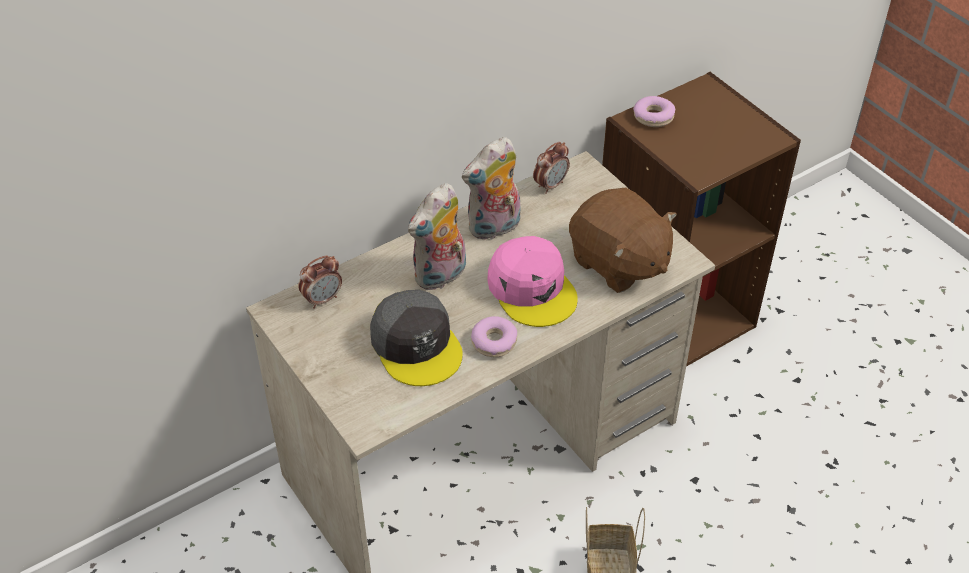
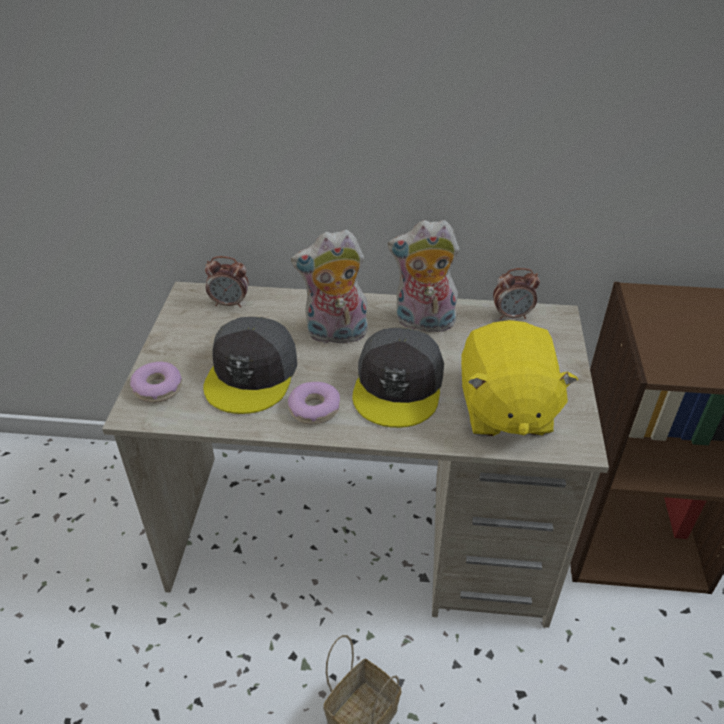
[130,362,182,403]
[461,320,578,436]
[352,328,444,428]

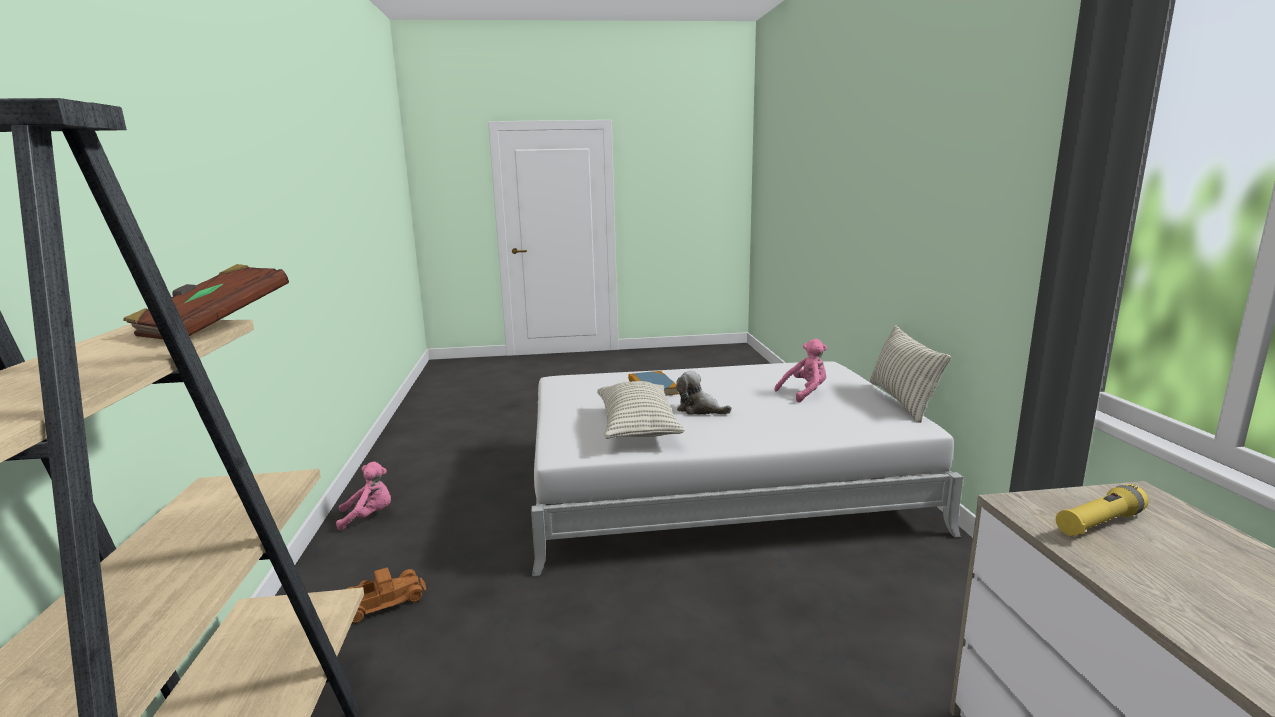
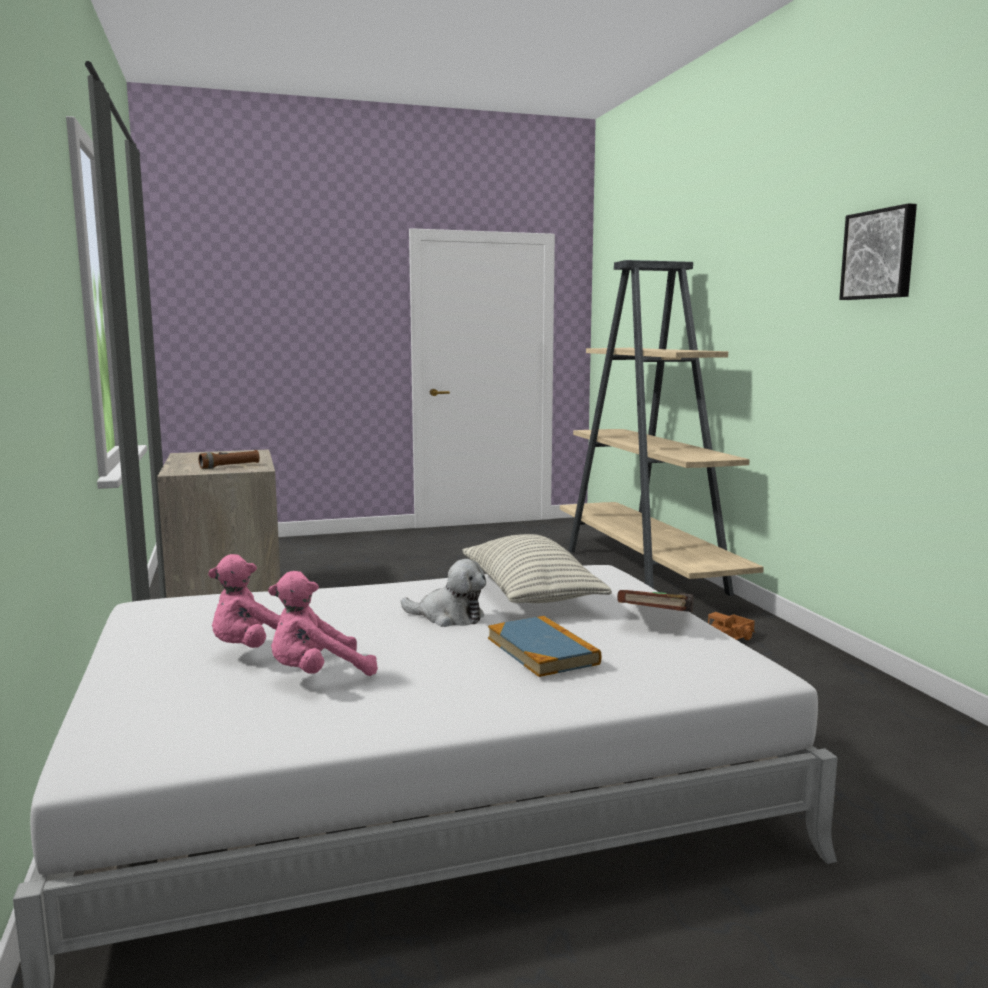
[617,590,694,612]
[870,325,951,423] (first image)
[268,571,378,676]
[199,450,260,469]
[839,203,917,300]

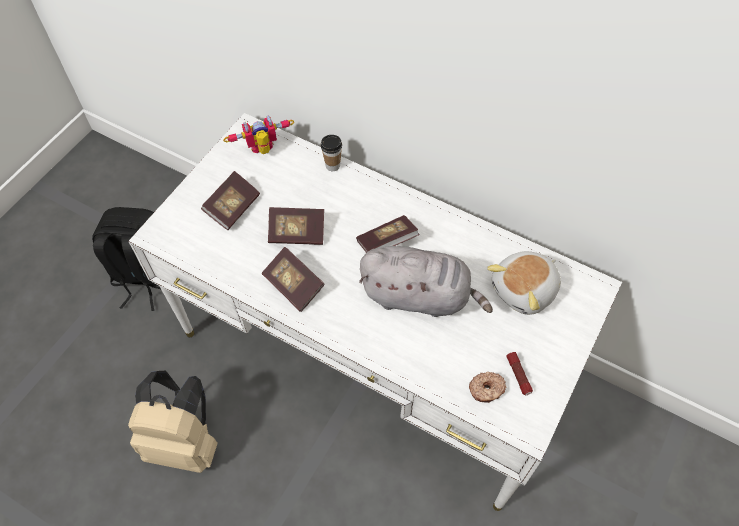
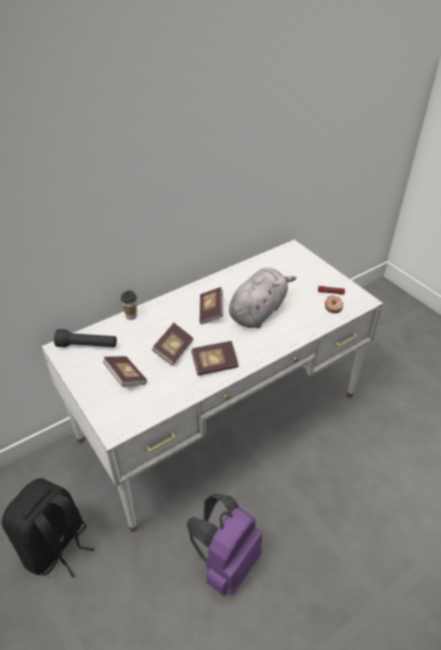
[54,329,117,347]
[487,251,561,315] (first image)
[187,493,262,596]

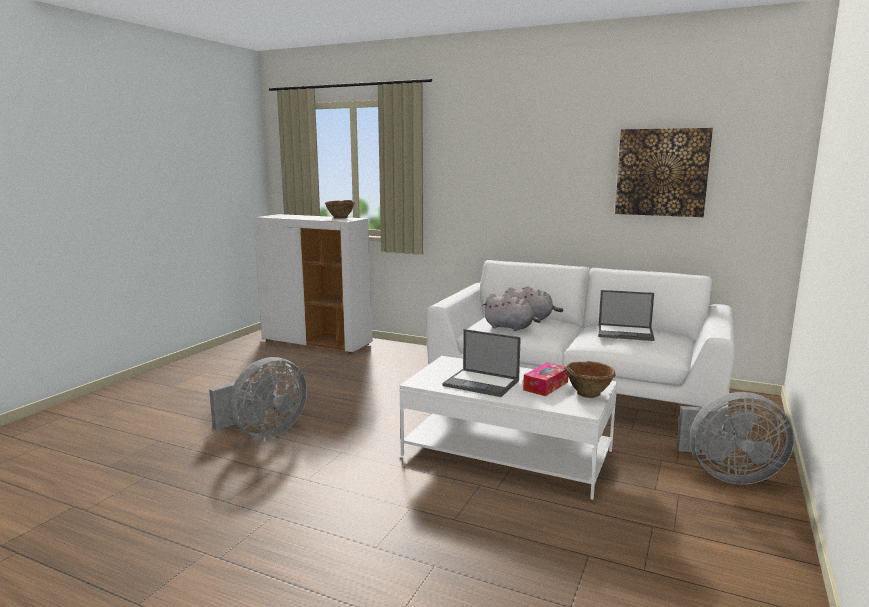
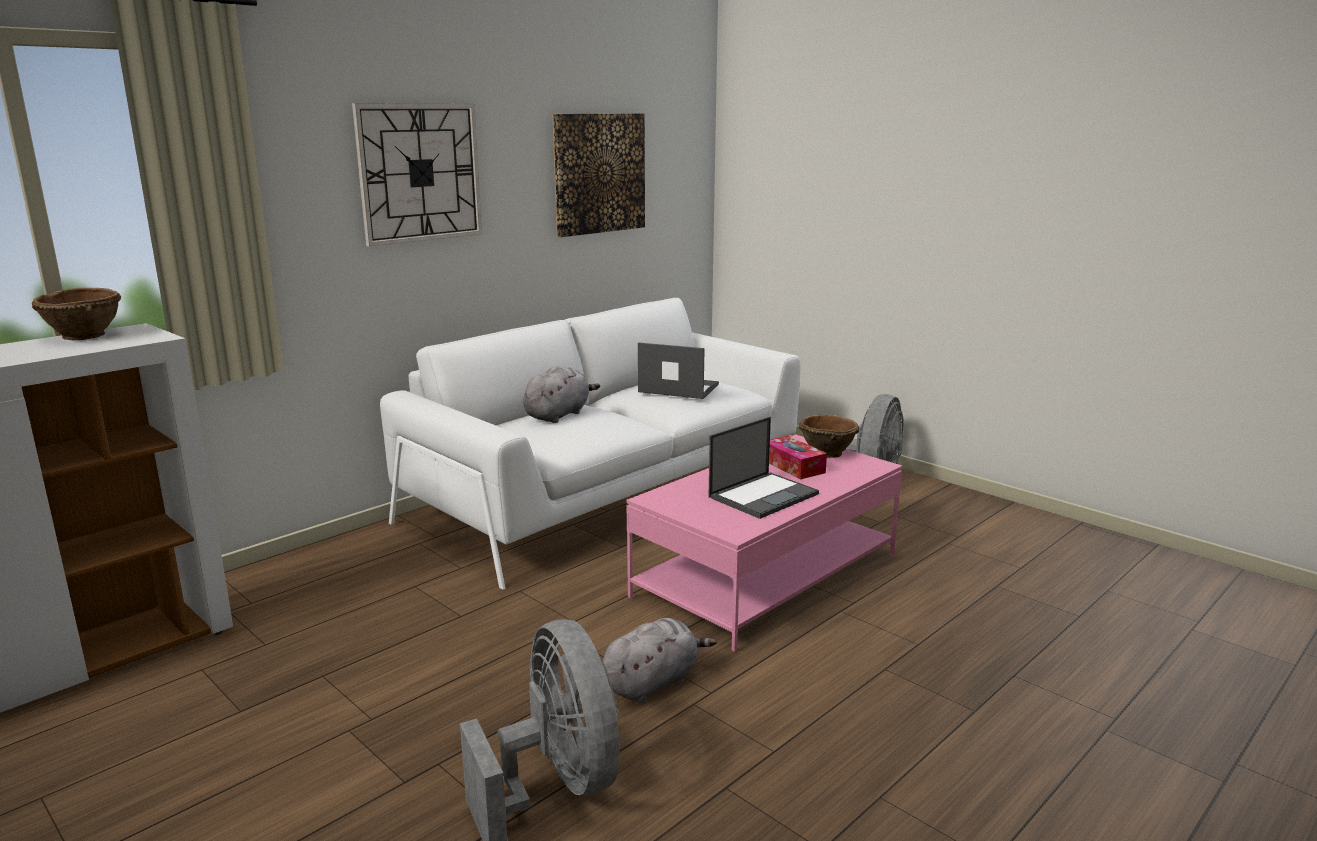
[638,342,719,399]
[603,618,717,703]
[626,434,903,652]
[352,103,482,247]

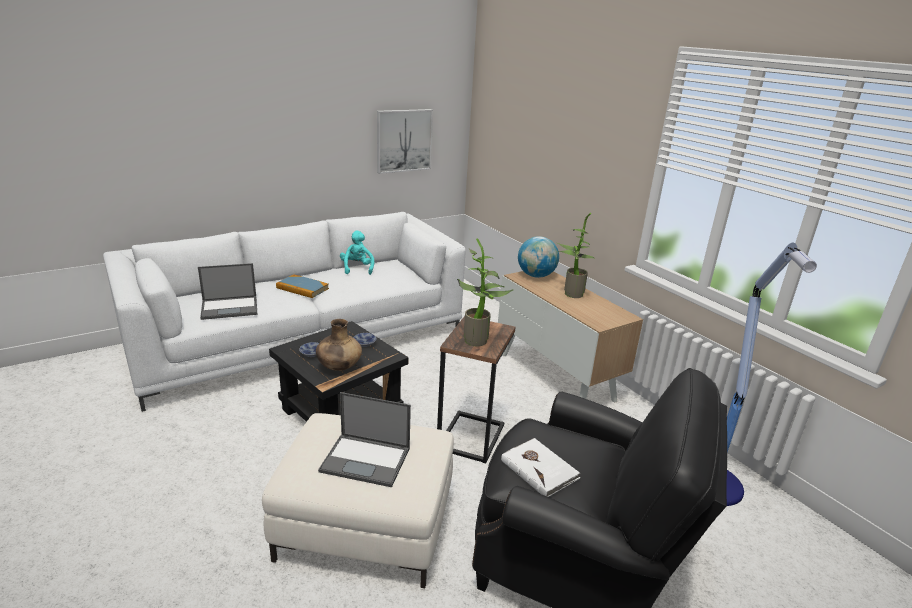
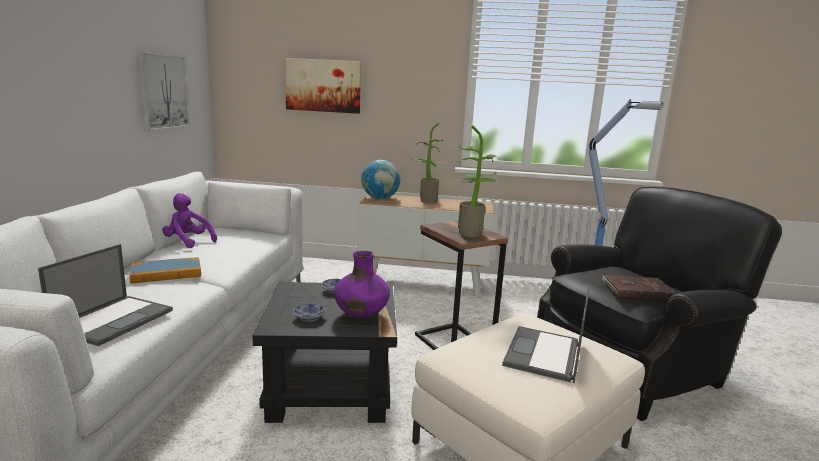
[162,193,217,248]
[334,251,390,317]
[502,288,590,383]
[602,275,676,300]
[285,58,361,114]

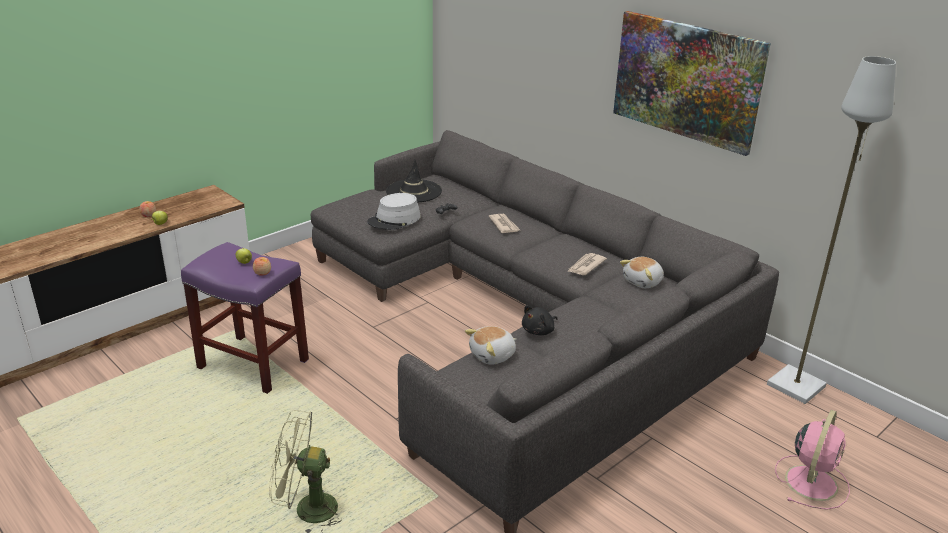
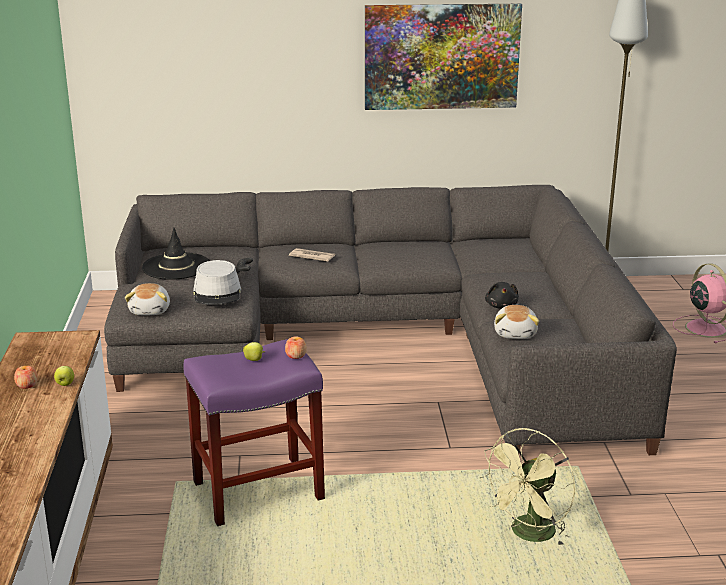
[567,253,607,275] (first image)
[125,283,170,315]

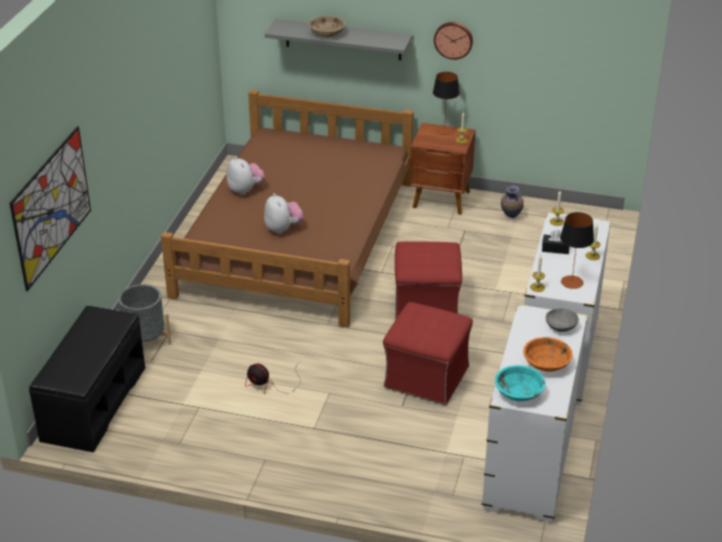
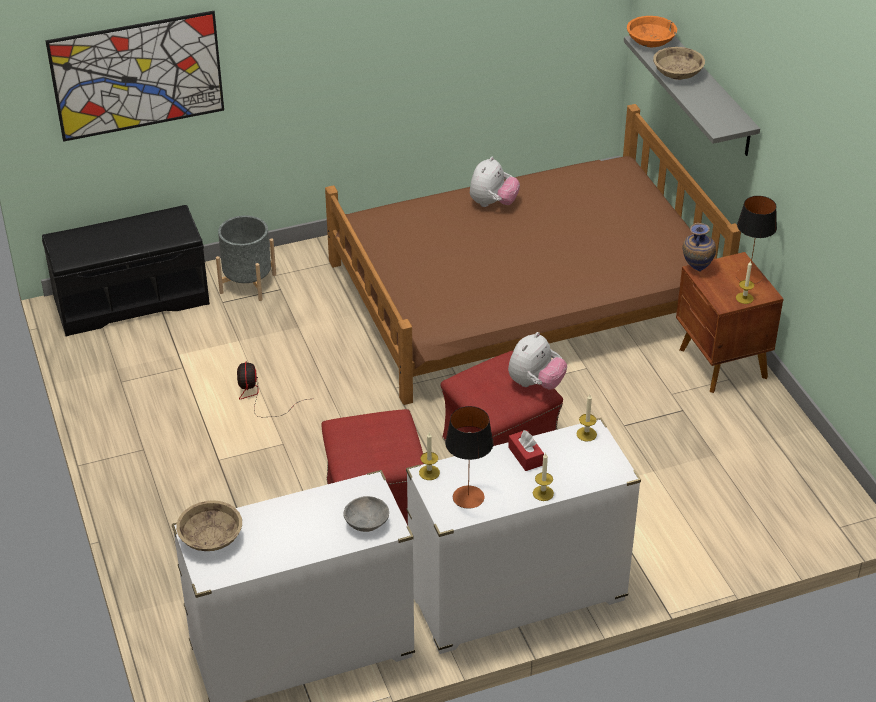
[434,22,473,60] (first image)
[683,223,716,272]
[508,332,567,389]
[508,430,544,471]
[627,16,677,47]
[176,500,242,551]

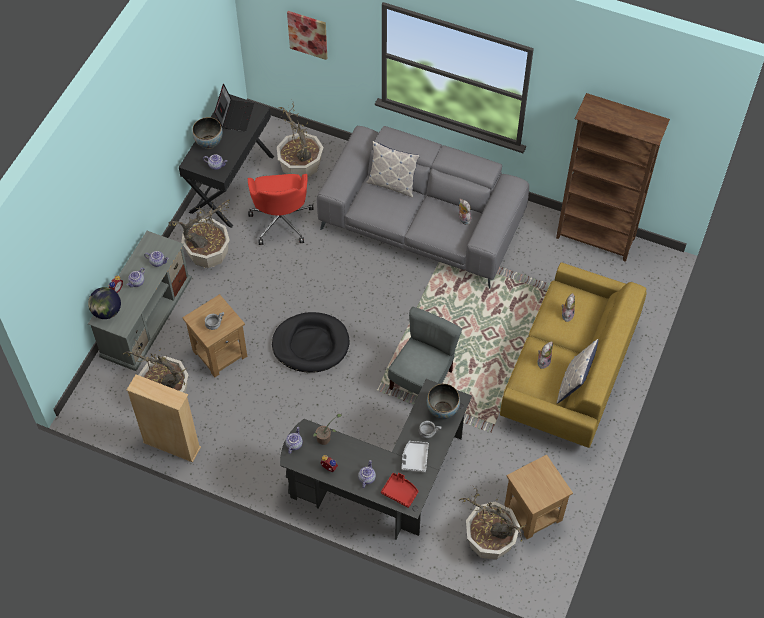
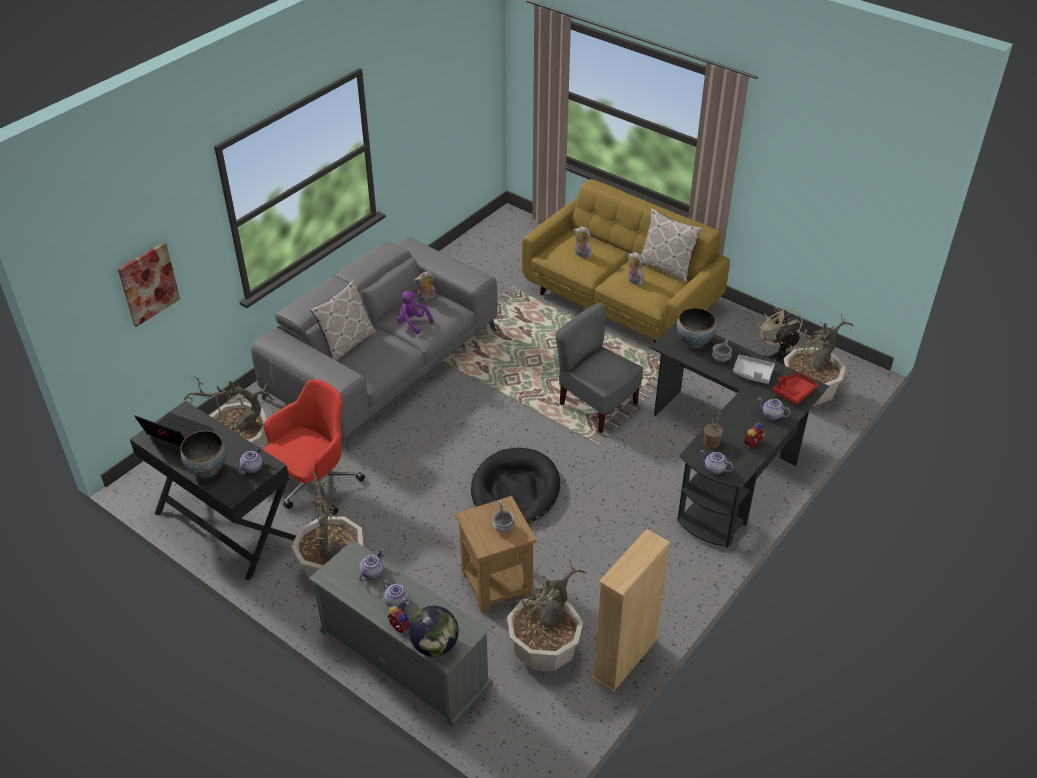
[556,93,670,262] (first image)
[263,379,365,515]
[758,305,802,365]
[397,291,434,334]

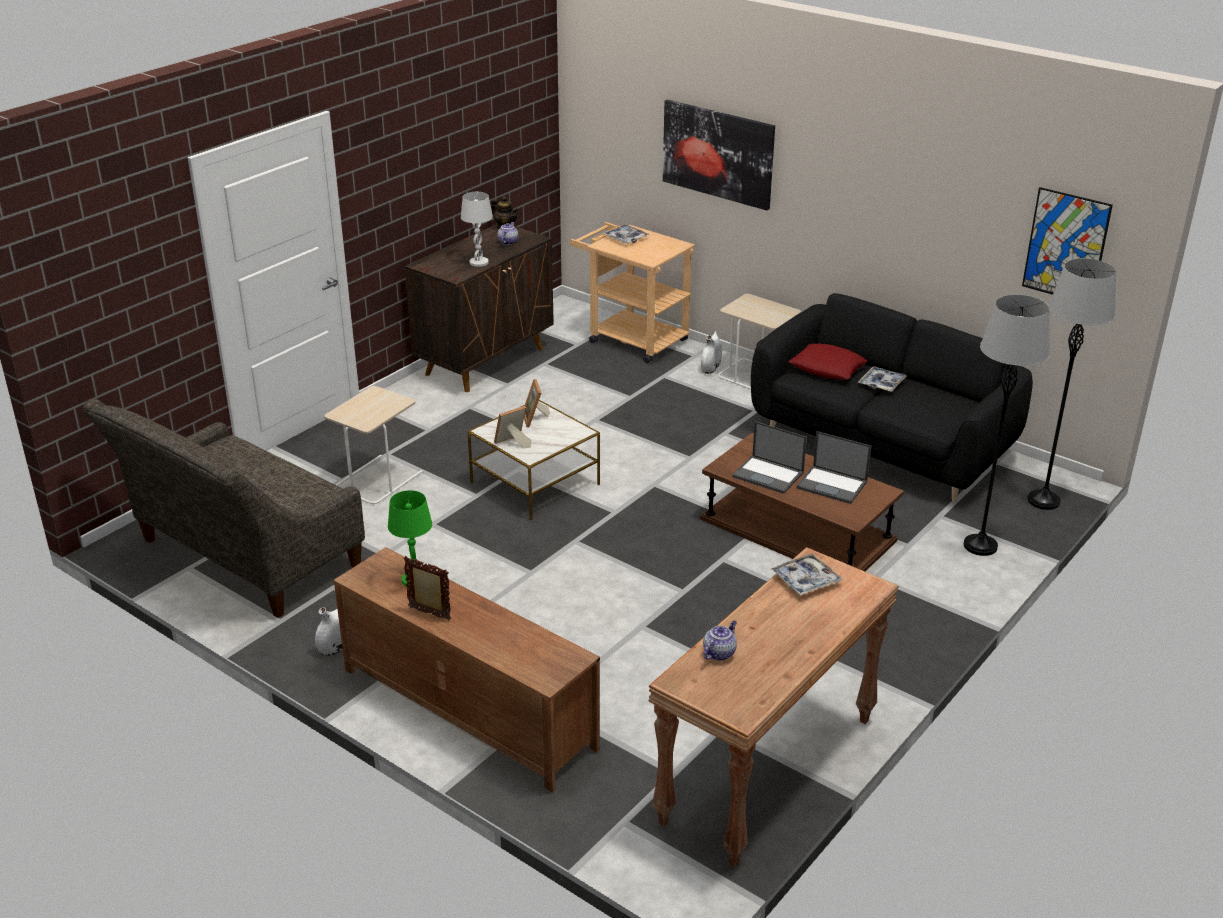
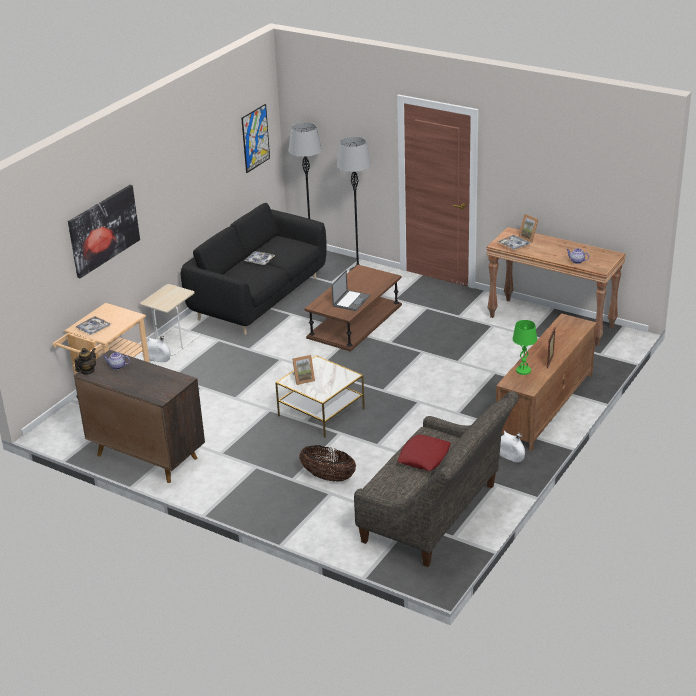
[461,192,493,267] (first image)
[397,434,451,471]
[299,445,356,482]
[518,214,539,243]
[796,431,871,504] (first image)

